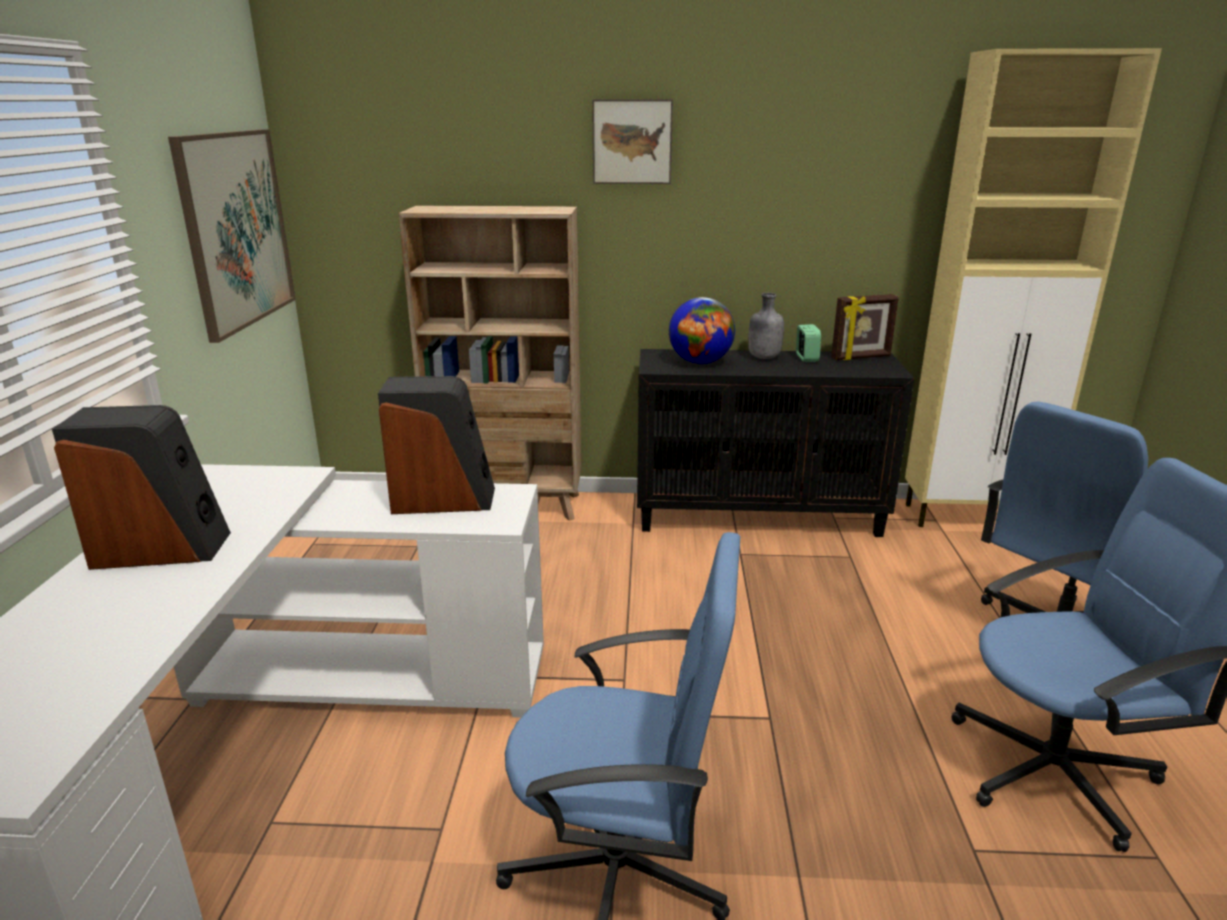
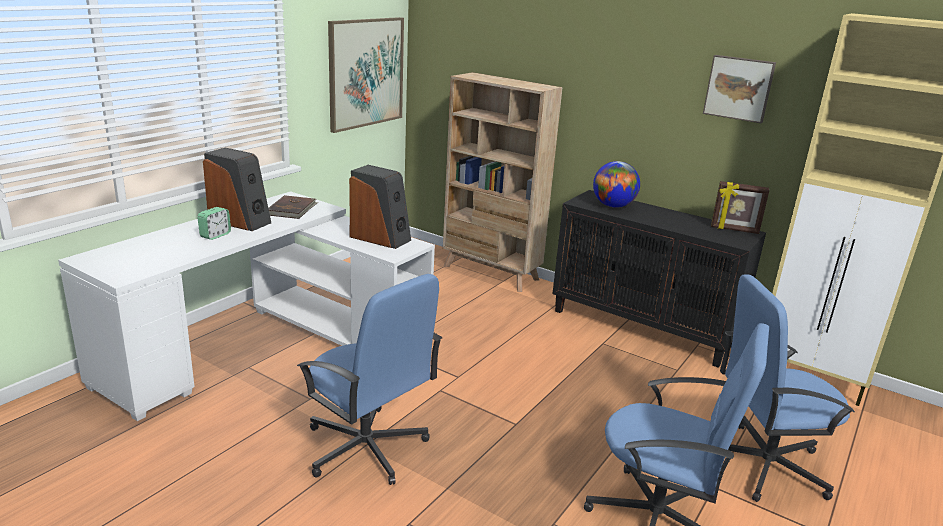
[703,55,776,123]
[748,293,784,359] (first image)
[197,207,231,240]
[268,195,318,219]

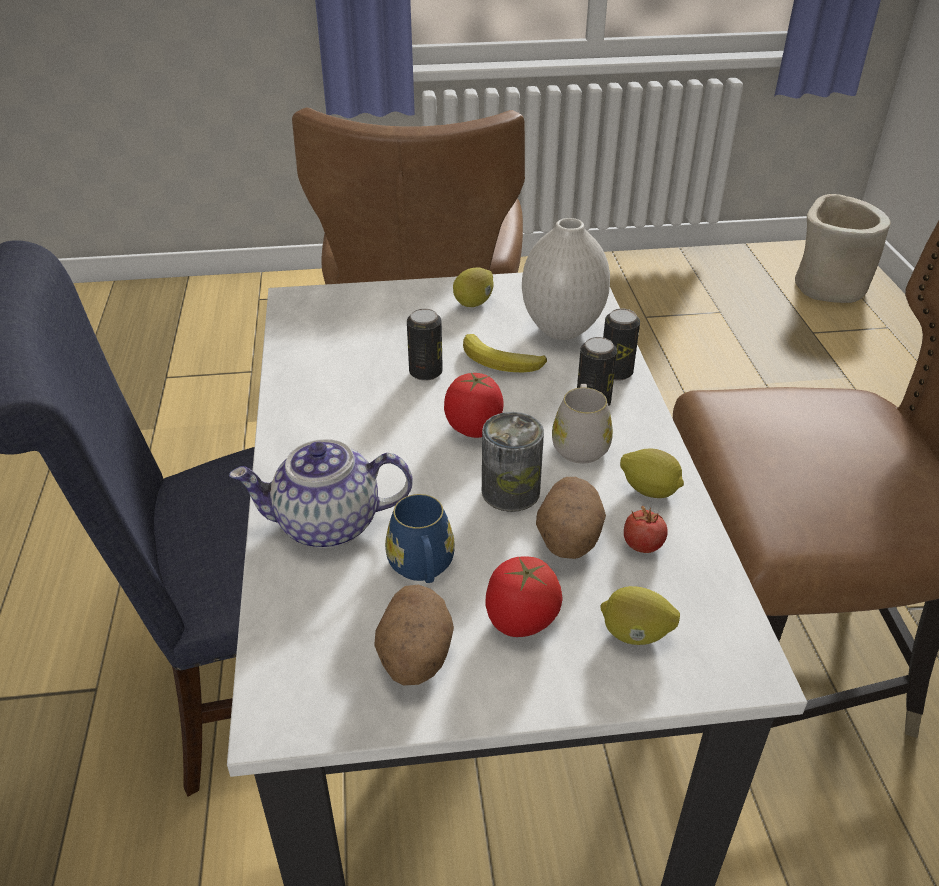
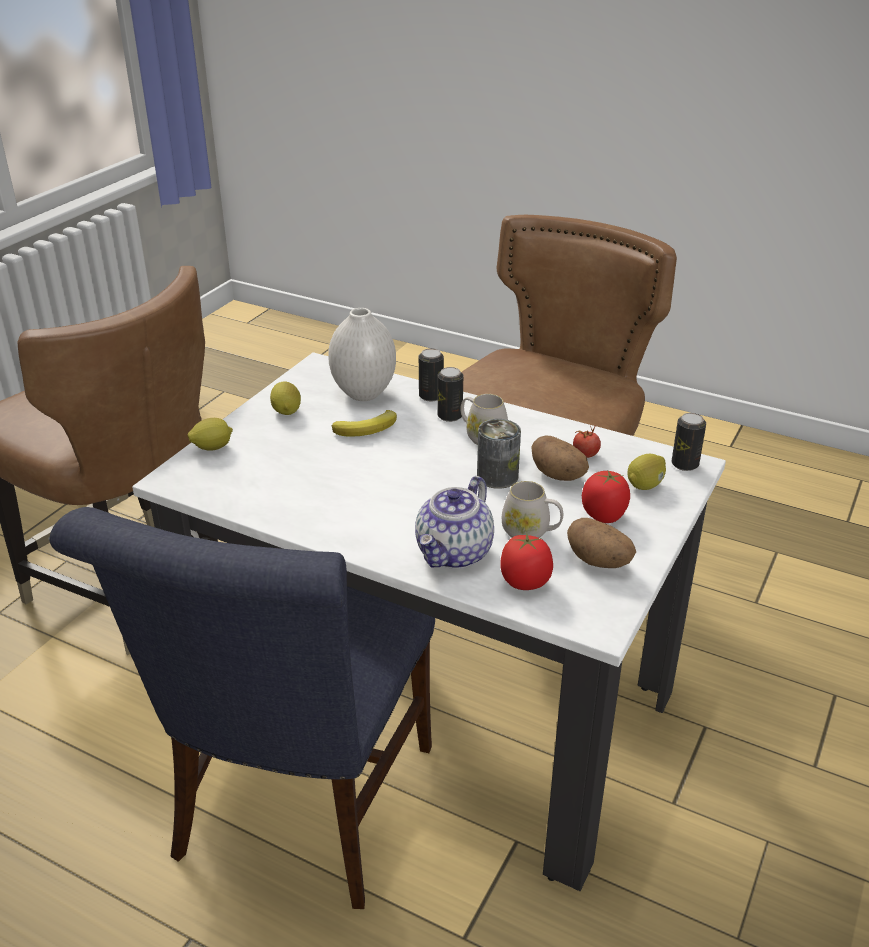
[795,194,891,303] (first image)
[672,413,706,471]
[500,532,553,590]
[188,418,233,451]
[502,481,563,538]

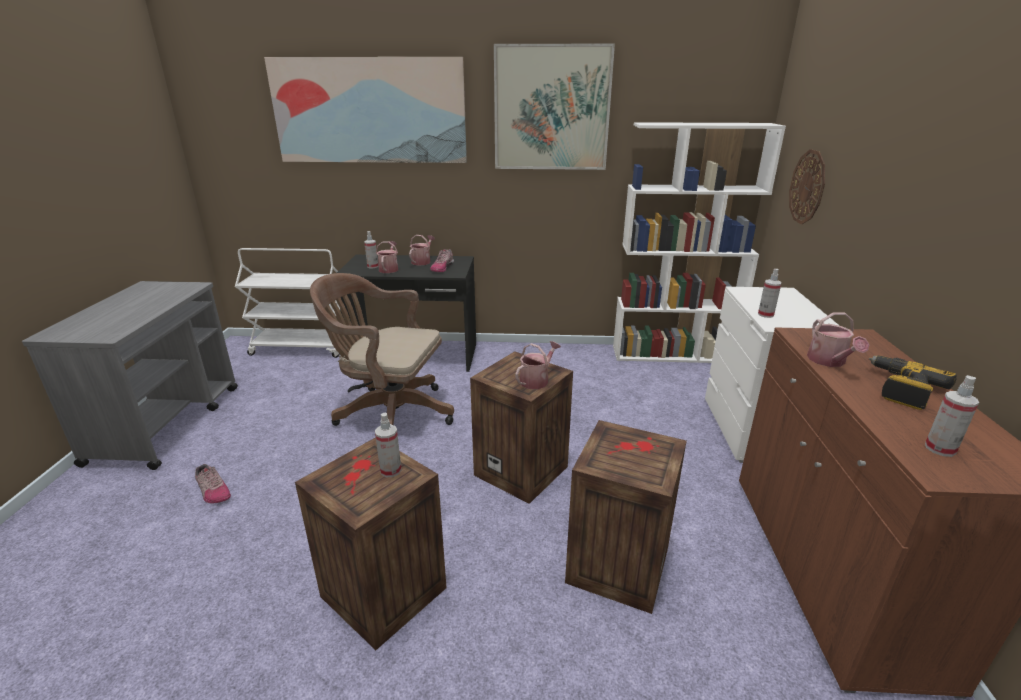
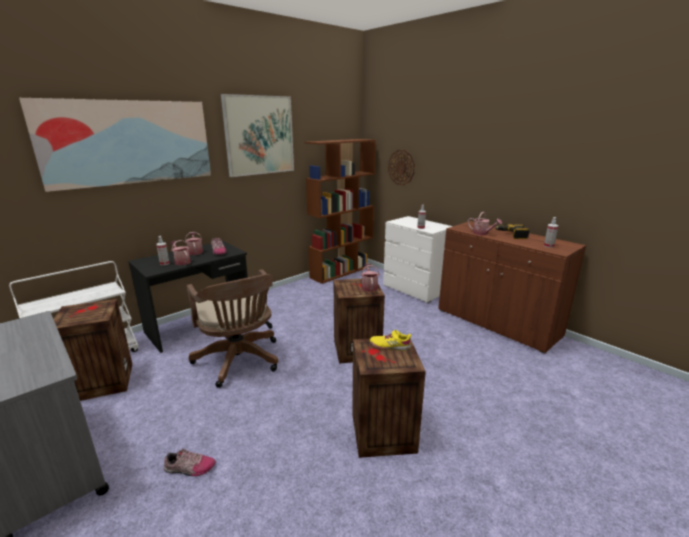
[305,139,376,284]
[187,270,278,388]
[370,330,411,351]
[54,299,132,401]

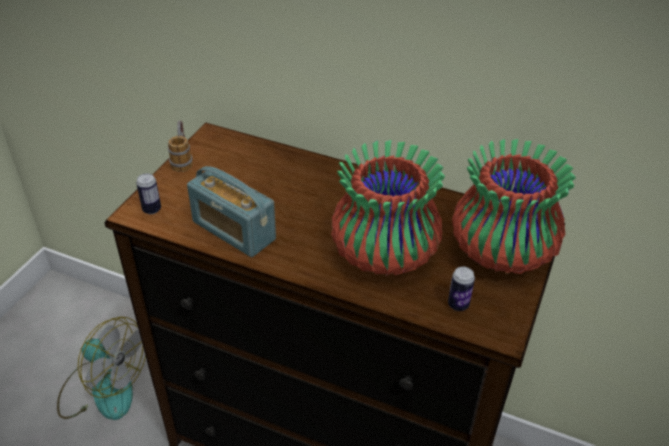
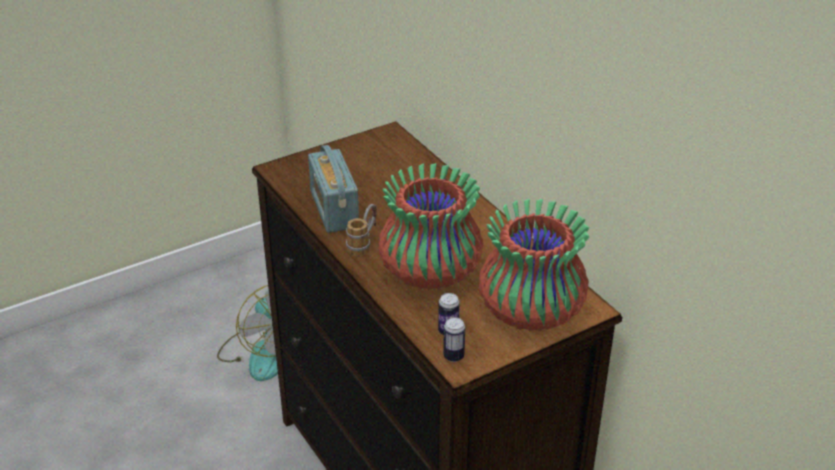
[346,204,377,256]
[443,317,465,362]

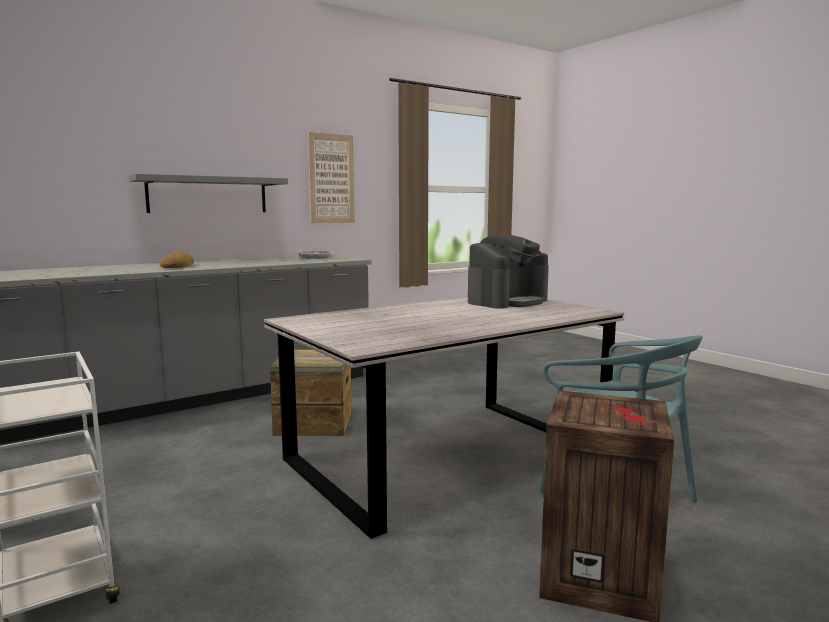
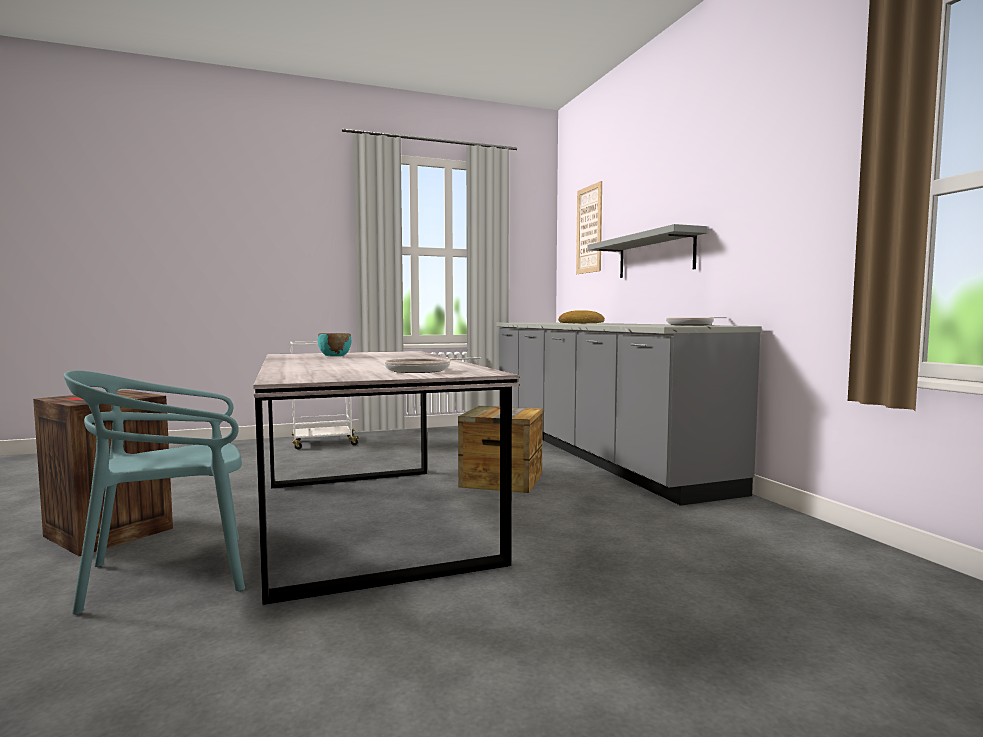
[576,181,602,274]
[384,357,481,373]
[318,333,351,356]

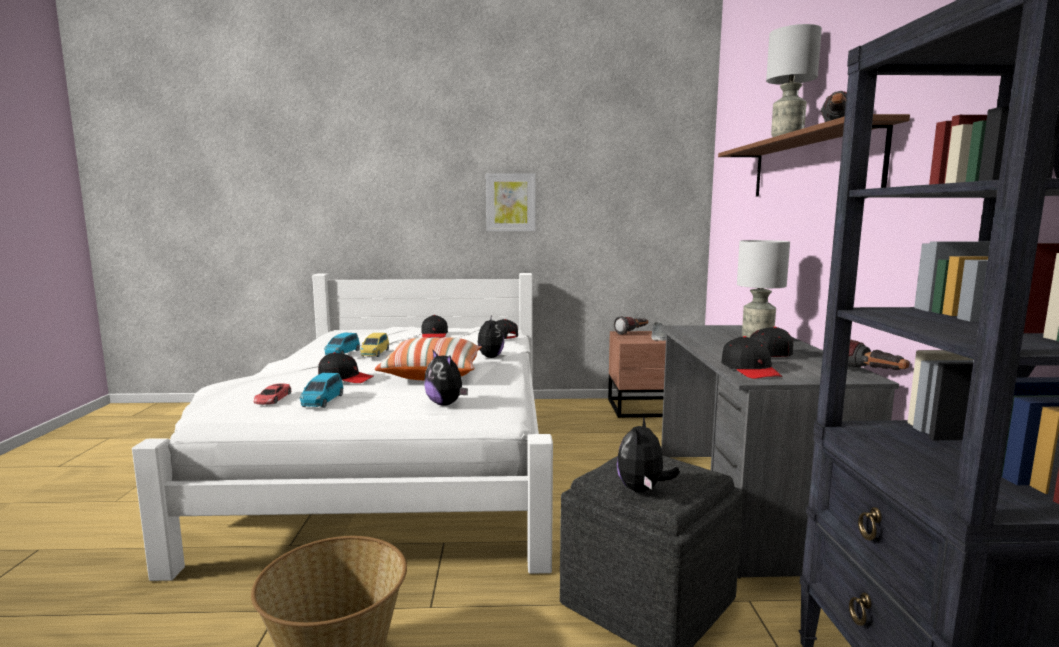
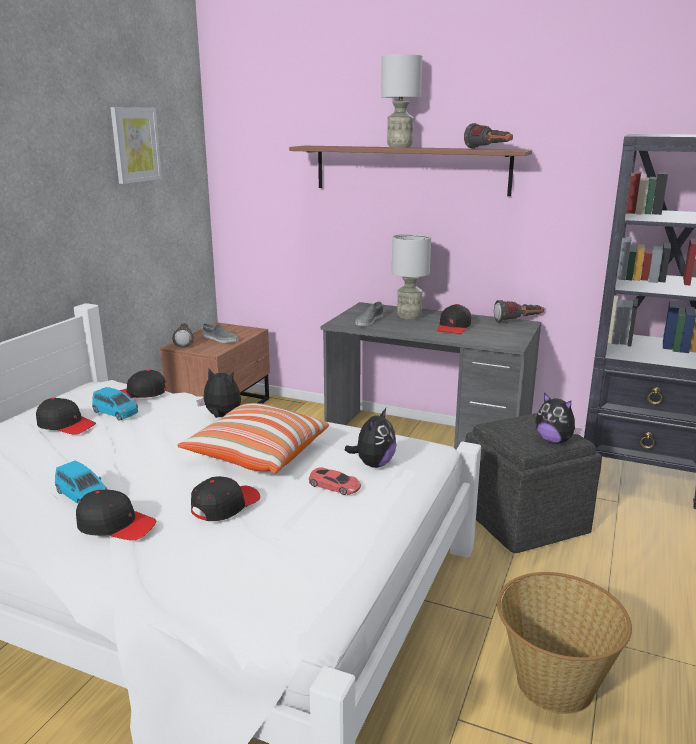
[110,107,162,184]
[360,333,389,357] (first image)
[76,490,156,540]
[345,408,396,468]
[92,387,138,421]
[309,467,361,495]
[356,302,383,326]

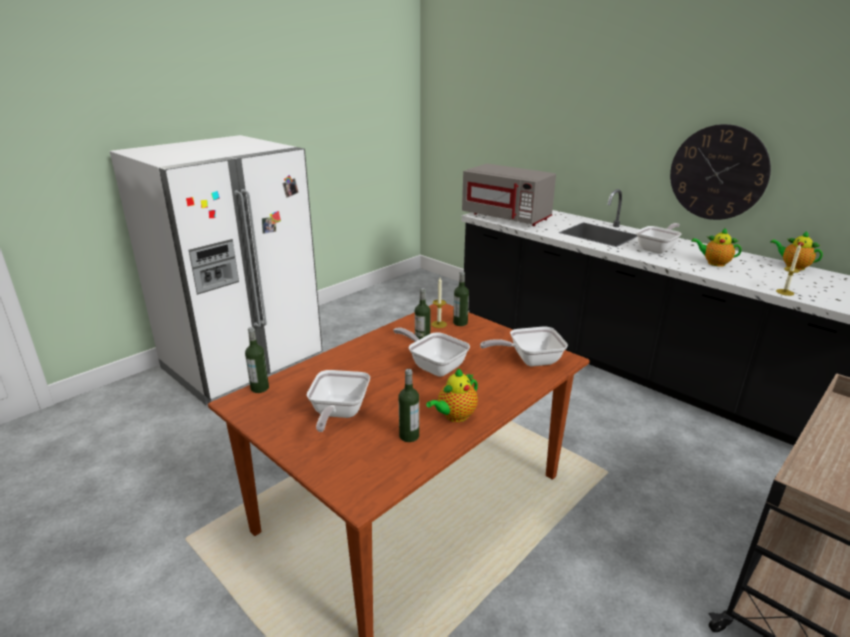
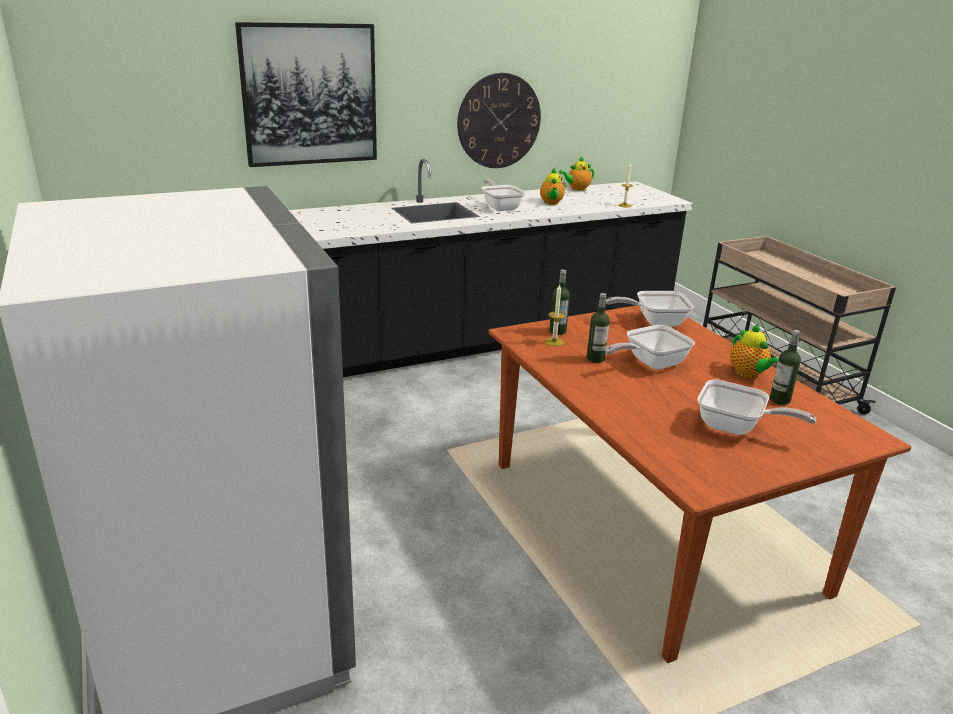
[462,164,556,226] (first image)
[540,168,565,205]
[245,327,269,393] (first image)
[606,291,694,327]
[235,22,377,167]

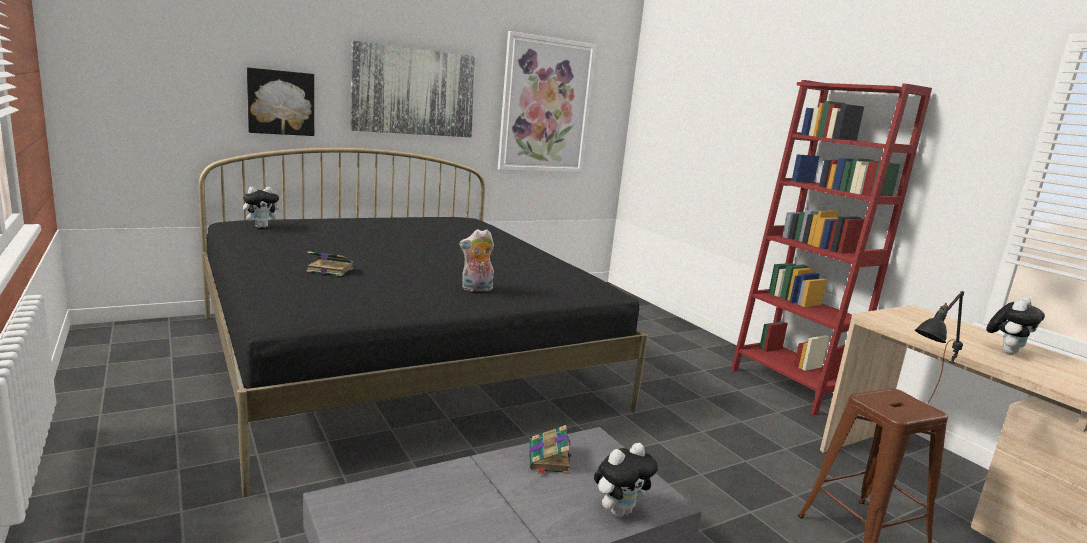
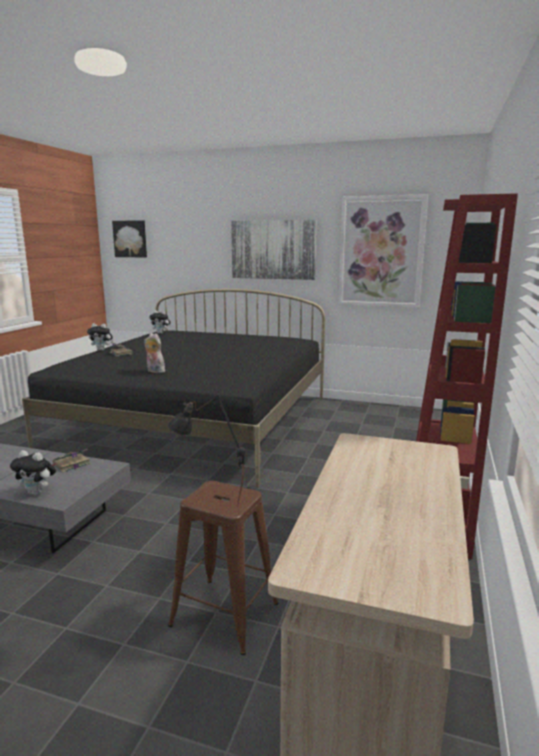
[112,220,147,257]
[87,323,113,351]

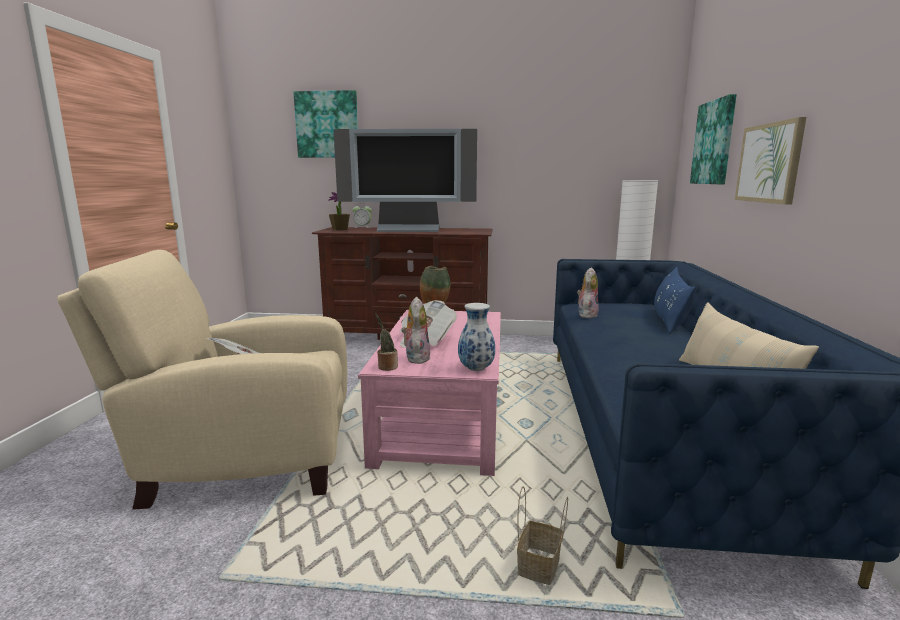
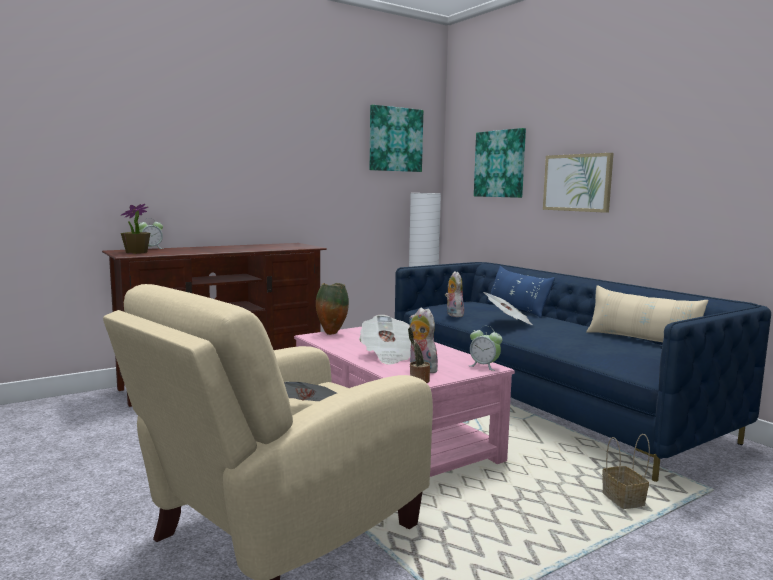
[370,105,423,172]
[334,129,477,232] (first image)
[469,326,502,371]
[483,292,533,325]

